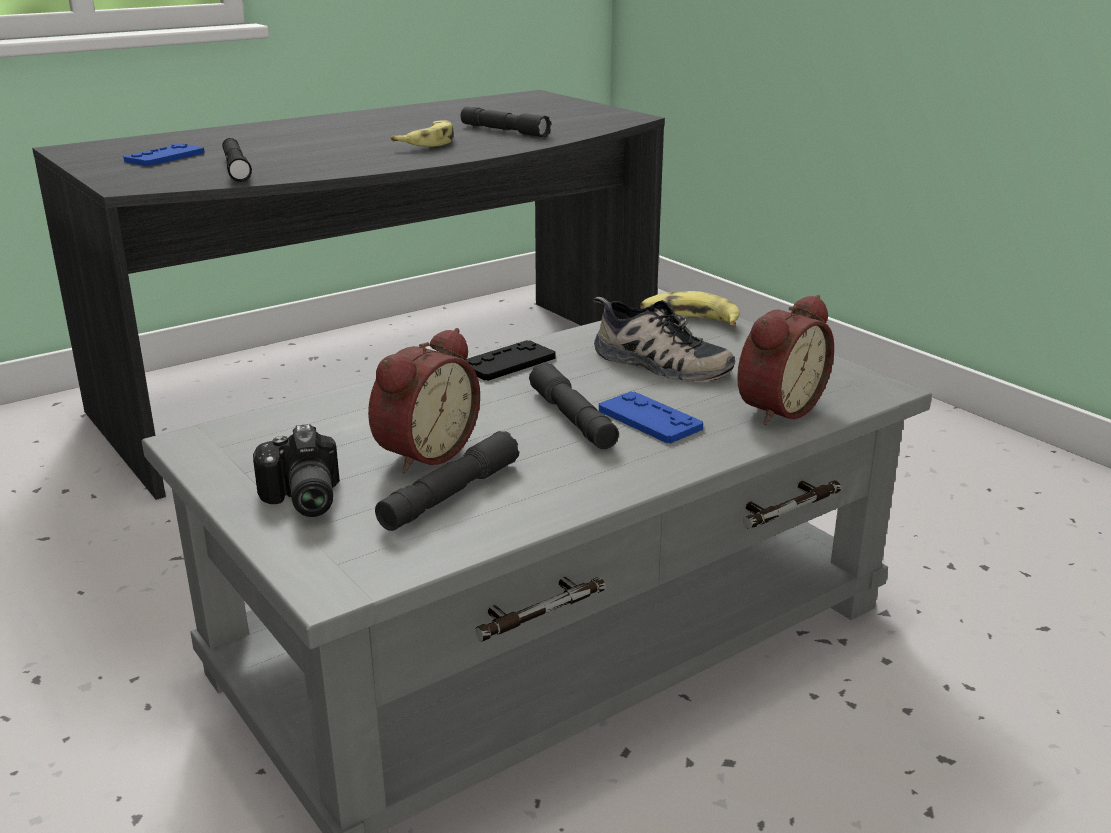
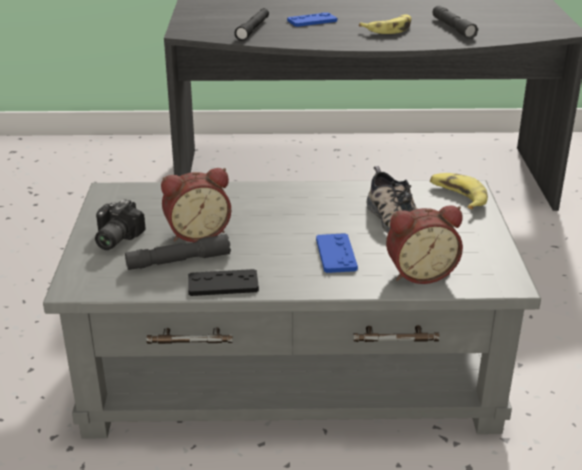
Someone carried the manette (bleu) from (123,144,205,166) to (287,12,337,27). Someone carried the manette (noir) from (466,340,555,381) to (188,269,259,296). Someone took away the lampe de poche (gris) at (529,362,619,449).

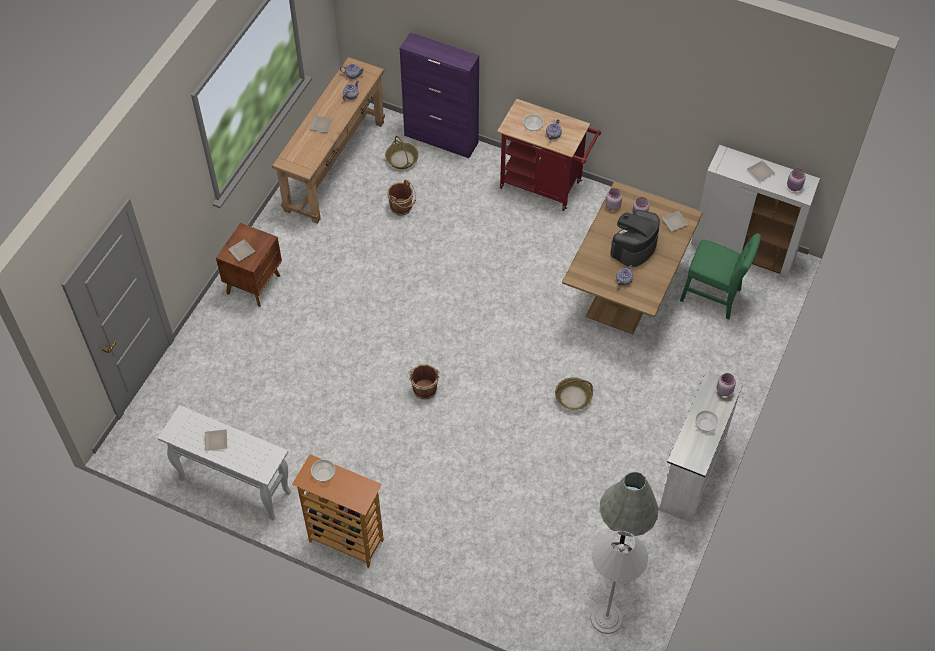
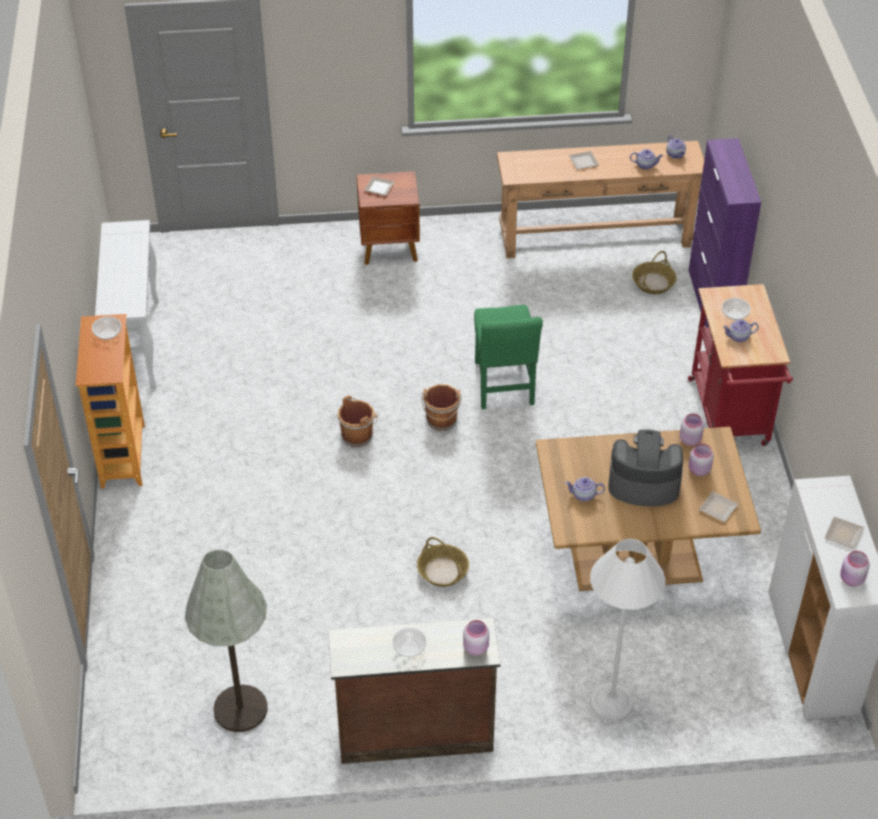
Someone took away the assiette at (205,429,227,451). Someone carried the seau (marron) from (387,179,416,216) to (421,384,462,431). Someone carried the lampadaire (blanc) from (590,531,648,634) to (590,539,666,721). Someone repainted the commode (blanc) at (659,371,743,523), which became the commode (marron) at (328,618,501,764). Someone carried the chaise (vert) from (680,233,761,319) to (474,305,543,409).

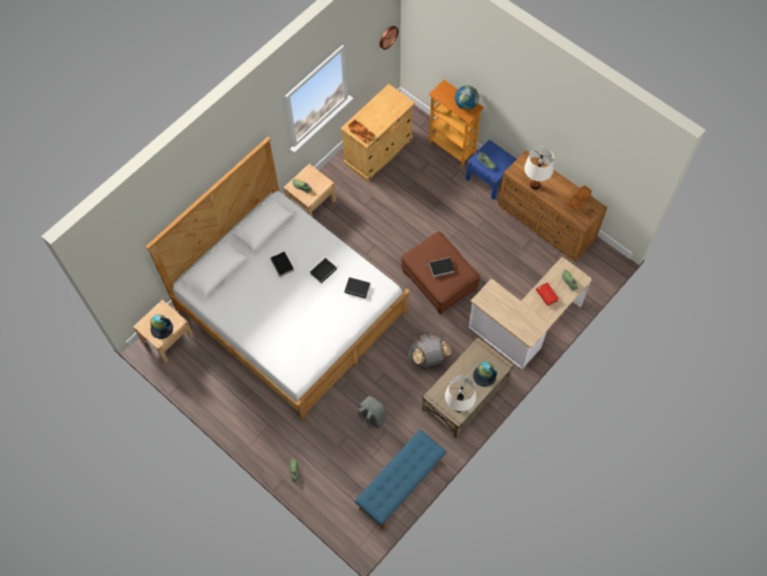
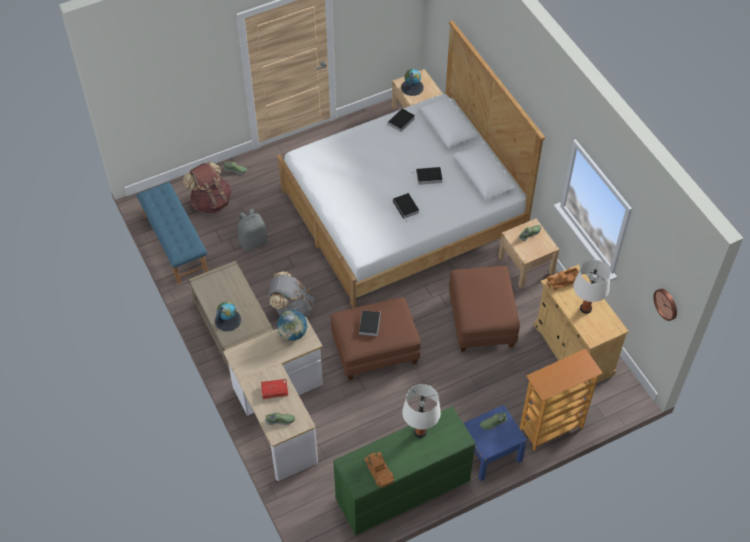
Someone carried the livre from (344,277,370,299) to (386,108,415,132). Someone carried the lampe de table (blanc) from (445,376,476,412) to (573,260,611,314). Someone carried the globe from (455,85,479,110) to (277,310,307,341). Someone repainted the commode (marron) at (498,150,608,262), which became the commode (vert) at (333,406,476,536). Someone put down the sac à dos (marron) at (183,161,231,214). Someone put down the pouf (marron) at (449,266,520,352).

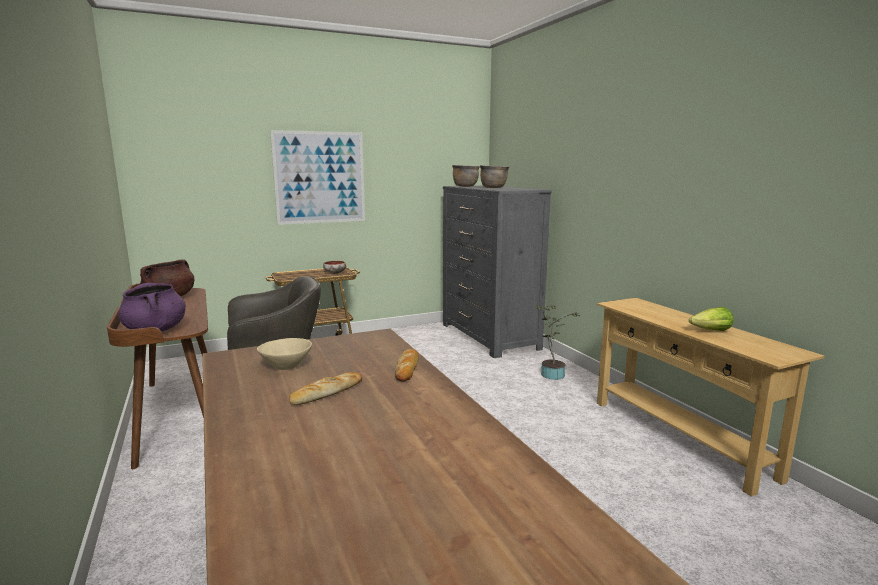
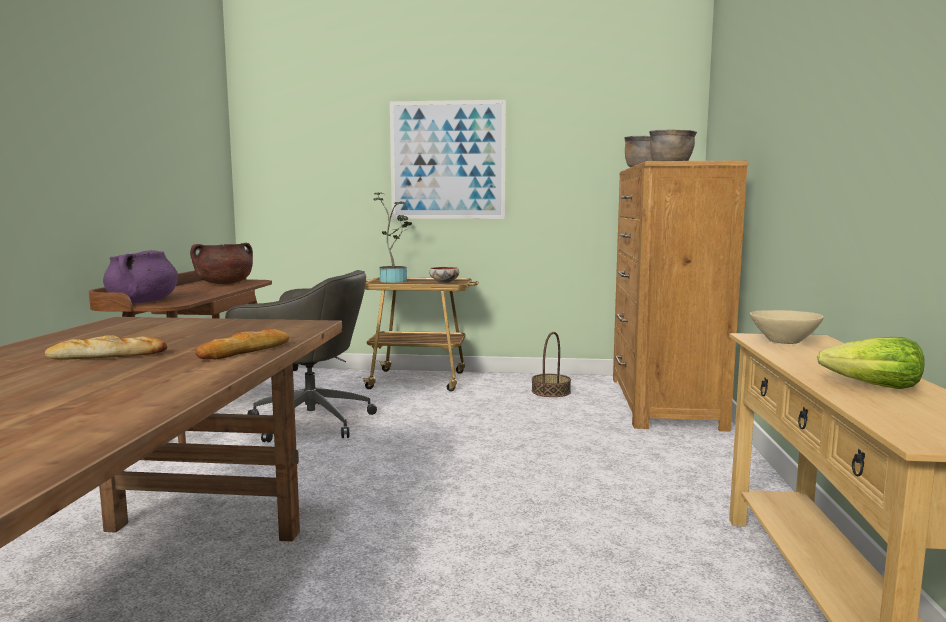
Someone carried the bol (beige) from (257,338,312,370) to (749,310,824,344). Someone repainted the commode (gris) at (443,185,552,358), which became the commode (marron) at (613,160,748,432). Someone carried the plante en pot from (534,304,580,380) to (373,192,412,283). Someone put down the panier at (532,332,571,397).

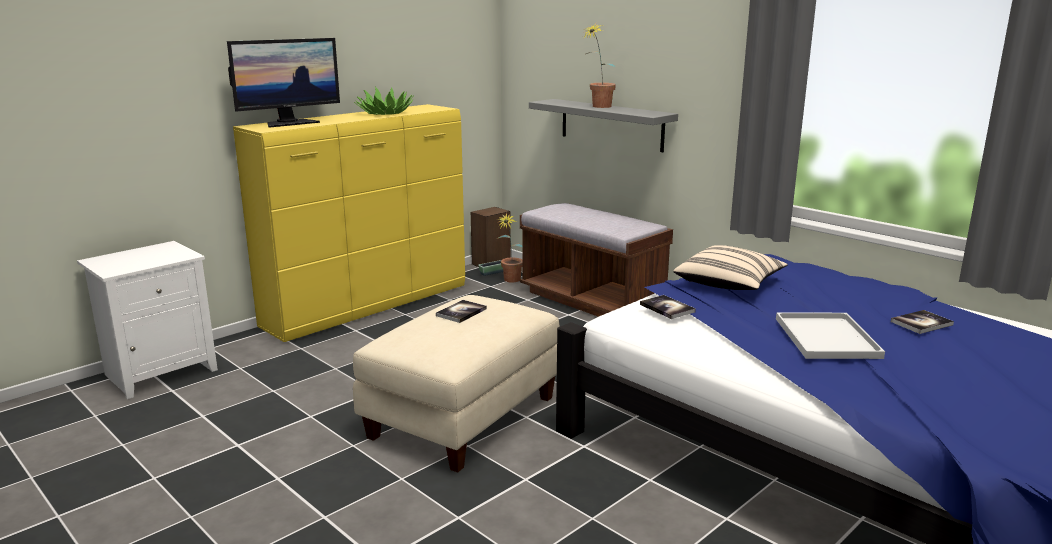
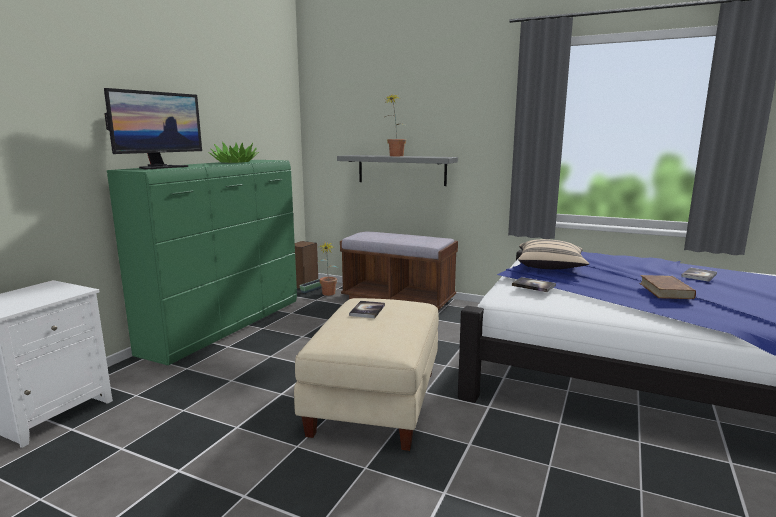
Someone repainted the commode (jaune) at (233,104,465,342), which became the commode (vert) at (107,160,297,365). Someone swapped the plateau (blanc) at (776,312,885,359) for the livre (marron) at (639,275,696,299).

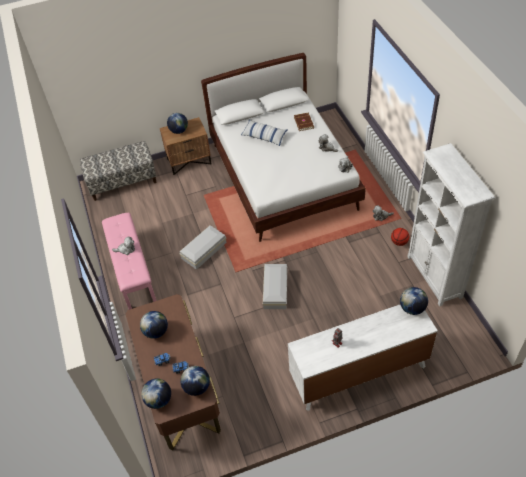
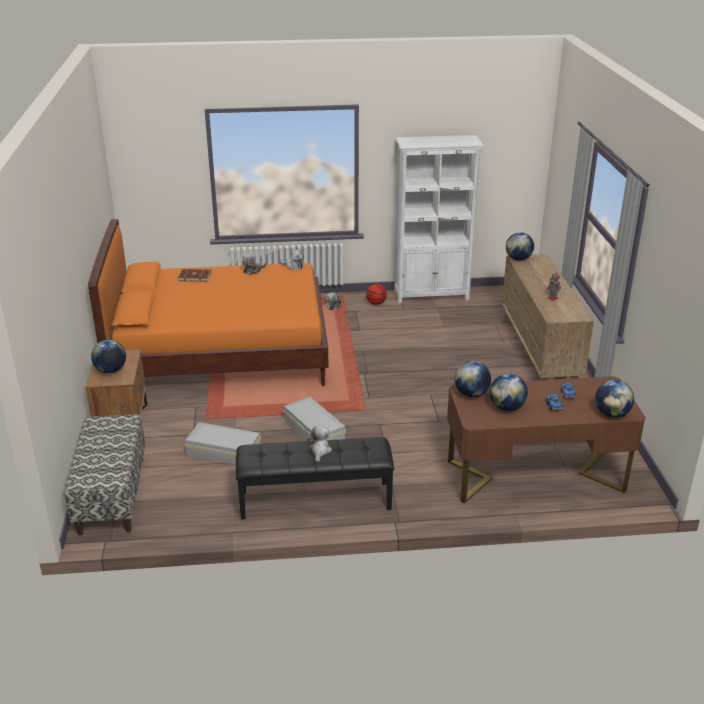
Someone repainted the banc (rose) at (102,213,157,310), which became the banc (noir) at (236,437,394,519). Someone carried the globe from (180,366,210,396) to (454,361,491,397). Someone repainted the lit (blanc) at (201,53,366,242), which became the lit (orange) at (88,219,329,386). Someone took away the coussin at (241,120,287,146). Someone carried the boîte de rangement (blanc) from (263,264,287,309) to (185,422,261,464). Someone repainted the commode (blanc) at (288,305,438,411), which became the commode (marron) at (502,254,594,380).

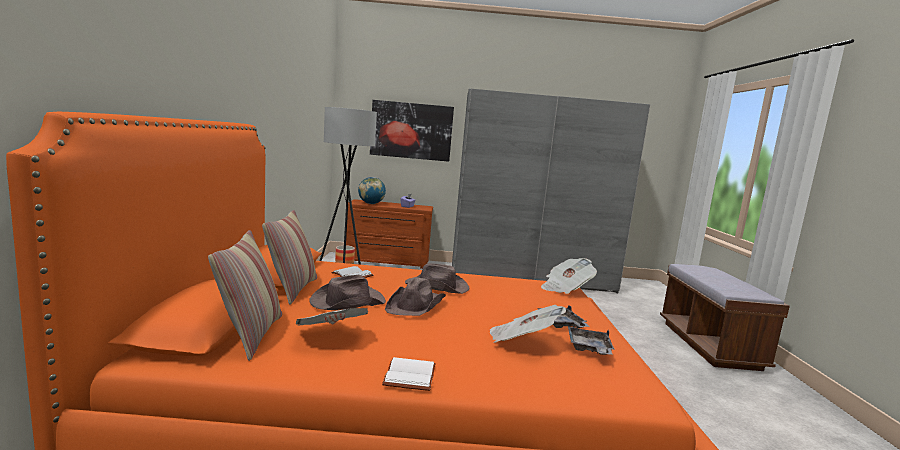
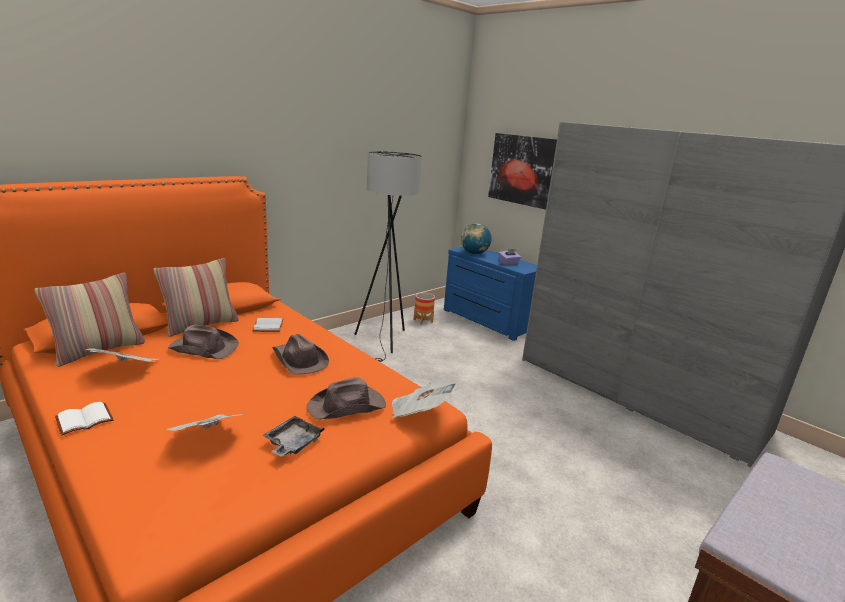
Someone repainted the commode (marron) at (346,199,433,269), which became the commode (bleu) at (444,247,537,341). Someone carried the chapeau (marron) from (385,277,446,316) to (306,377,386,419). Someone took away the plateau (gris) at (568,327,615,355).

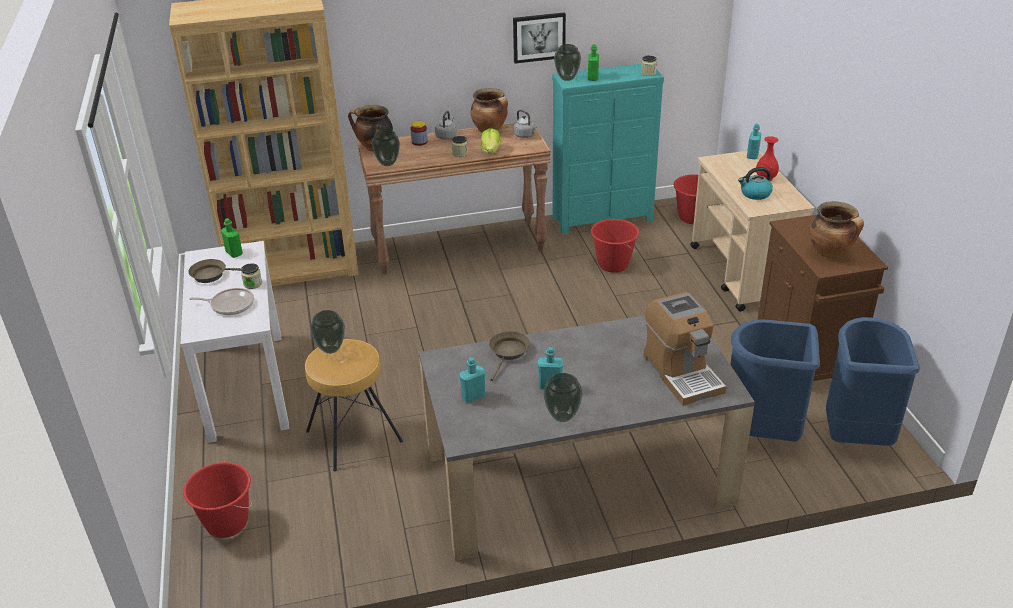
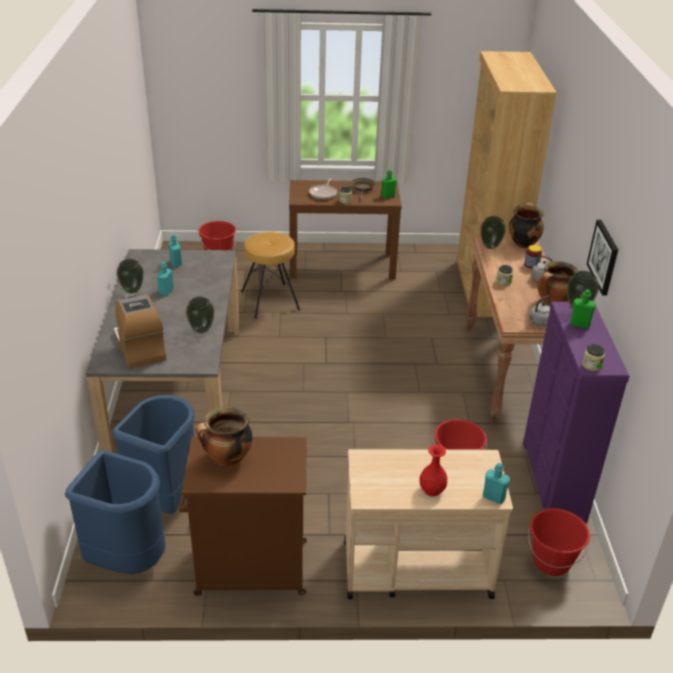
Someone repainted the table console (blanc) at (181,241,289,443), which became the table console (marron) at (289,180,402,280). Someone carried the vase from (310,310,345,354) to (186,297,215,334). Someone took away the laitue at (481,128,501,154). Someone took away the poêle (marron) at (489,331,530,381). Someone repainted the commode (turquoise) at (552,64,664,234), which became the commode (violet) at (523,302,630,523). Someone rotated the machine à café at (643,292,727,406) by 75 degrees clockwise. Someone took away the bouilloire at (738,167,773,200).

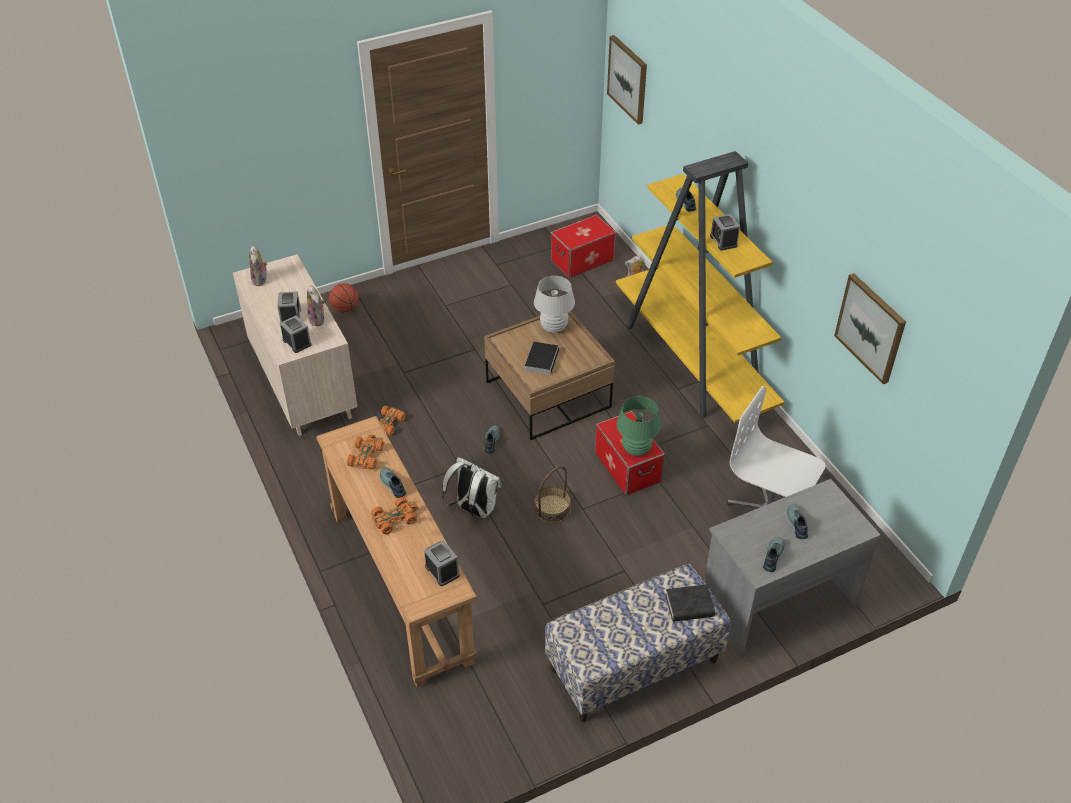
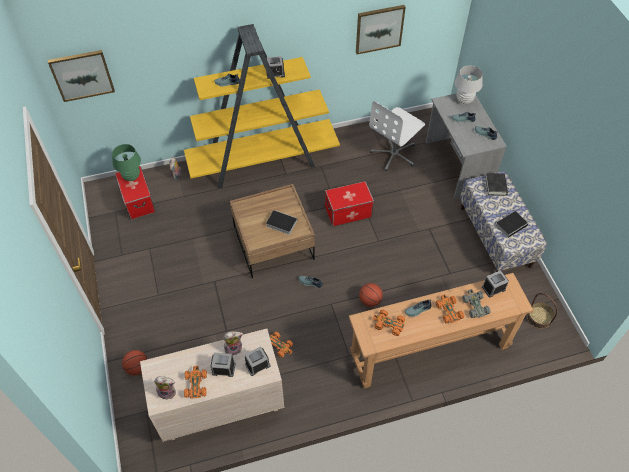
Someone swapped the sac à dos (blanc) at (442,457,502,518) for the ballon de basket at (359,283,383,307). Someone carried the lampe de table (blanc) from (534,276,575,333) to (455,65,483,104). Someone carried the panier from (534,466,571,523) to (526,293,558,329). Someone carried the lampe de table (vert) from (616,396,661,456) to (112,144,141,181). Someone put down the petite voiture (orange) at (184,366,207,398). Someone put down the petite voiture (gris) at (462,289,491,318). Someone put down the livre at (495,211,529,238).

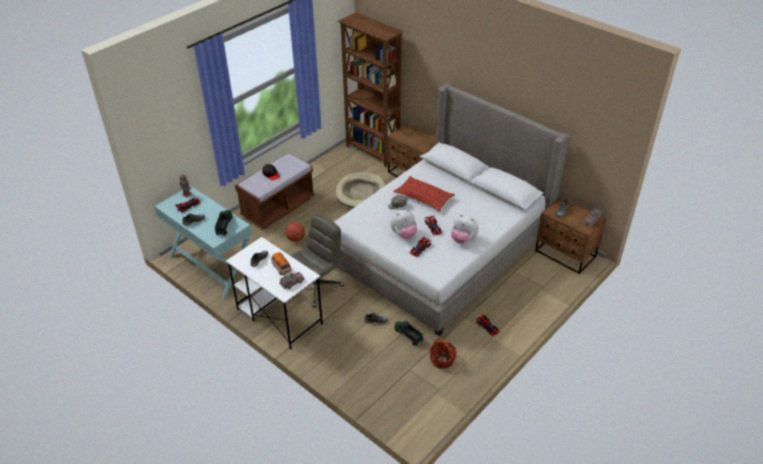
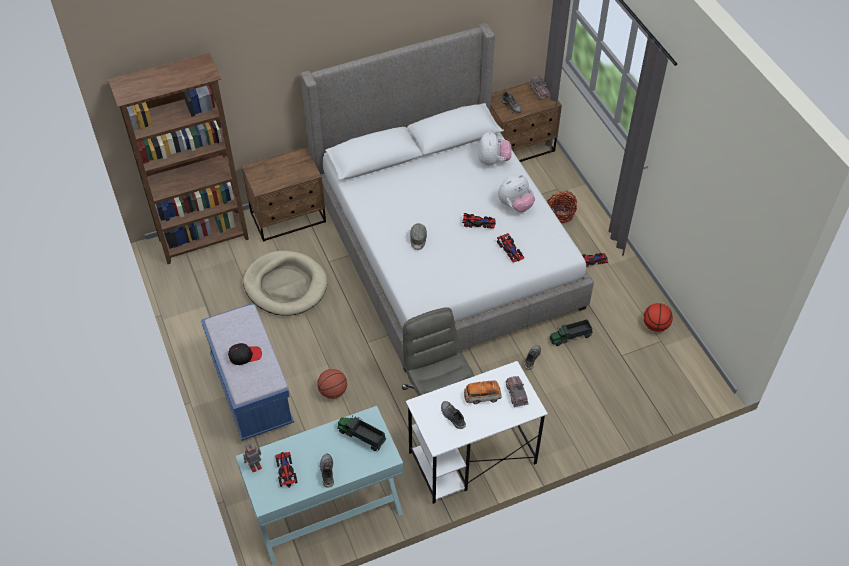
Someone repainted the banc (marron) at (235,153,315,229), which became the banc (bleu) at (201,303,294,441). Someone carried the peluche from (390,210,418,239) to (478,131,512,166). Someone took away the coussin at (393,176,455,211). Someone carried the panier from (429,338,457,369) to (547,191,577,223). Someone put down the ballon de basket at (643,303,673,332).

